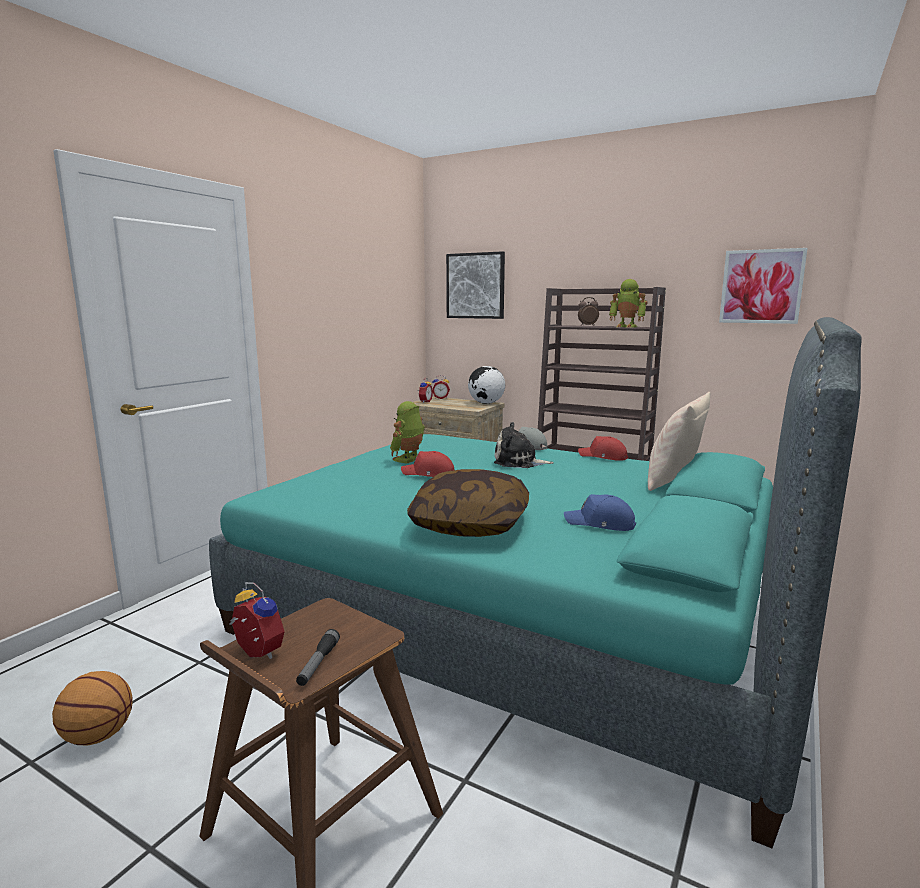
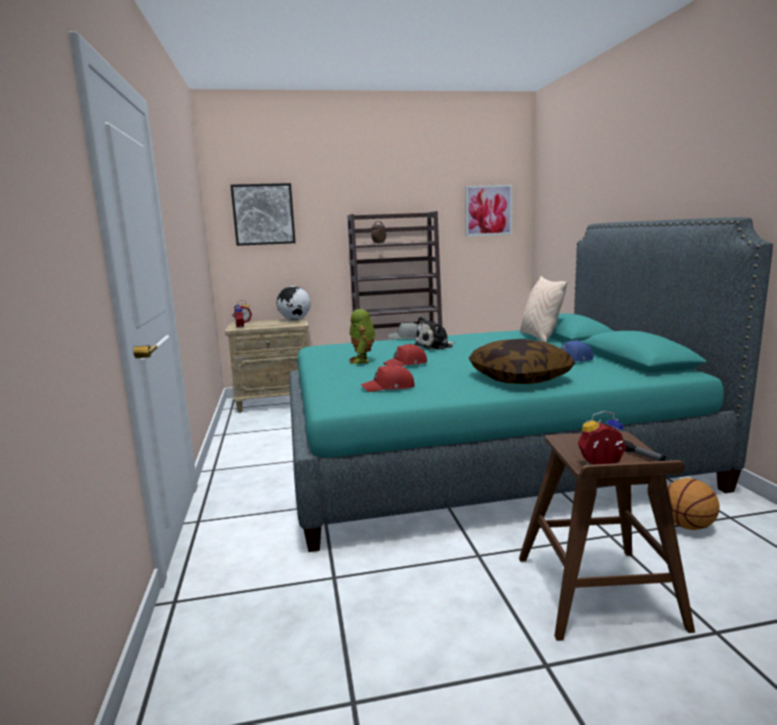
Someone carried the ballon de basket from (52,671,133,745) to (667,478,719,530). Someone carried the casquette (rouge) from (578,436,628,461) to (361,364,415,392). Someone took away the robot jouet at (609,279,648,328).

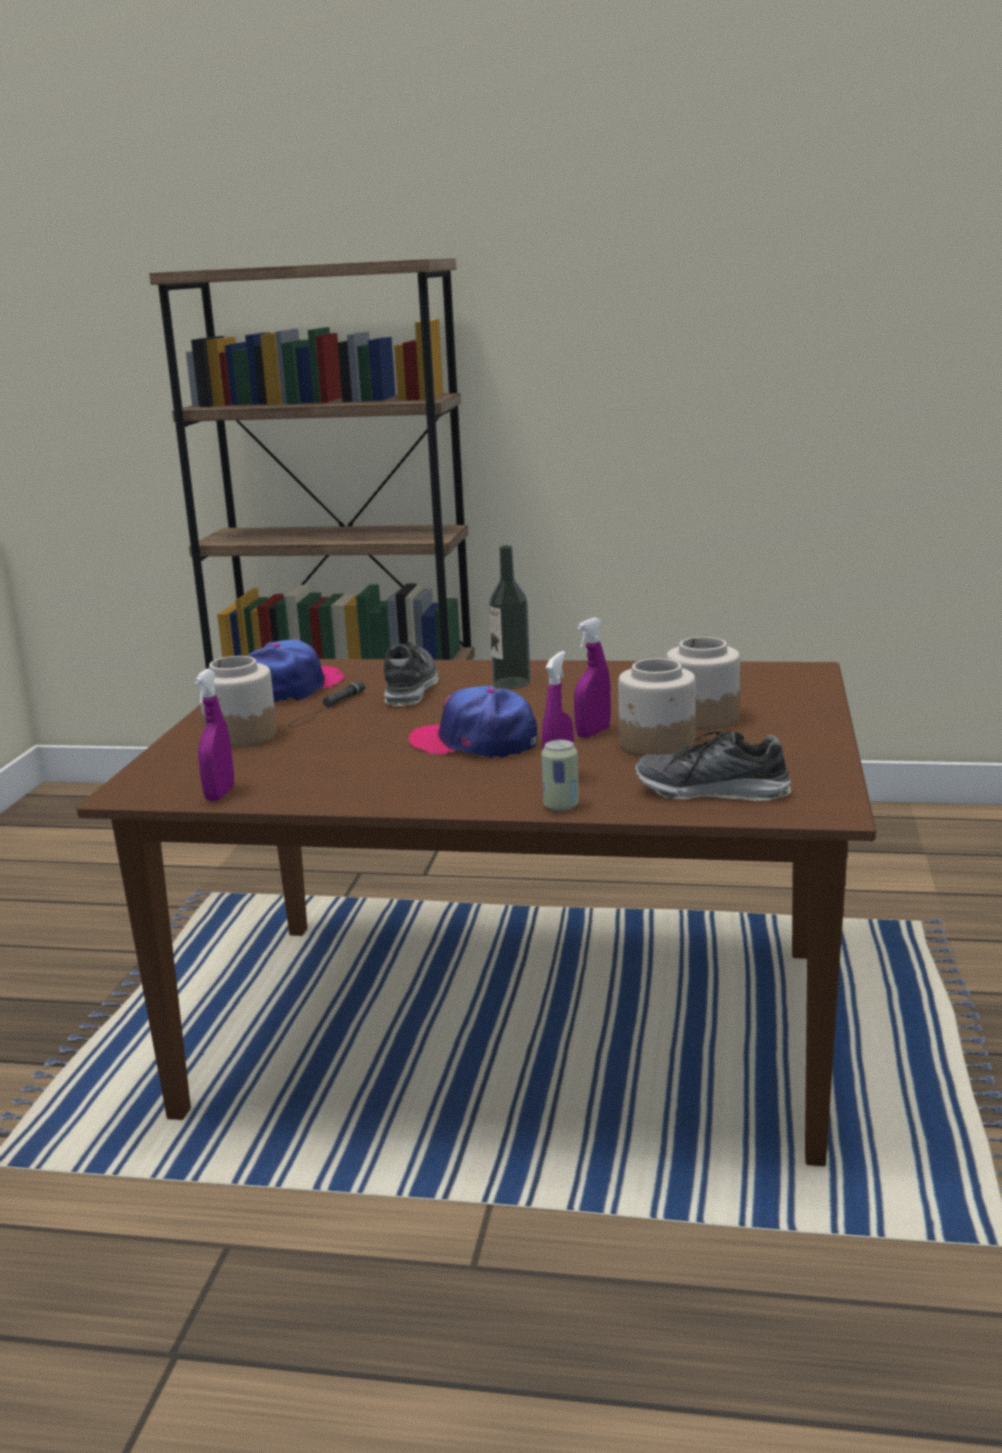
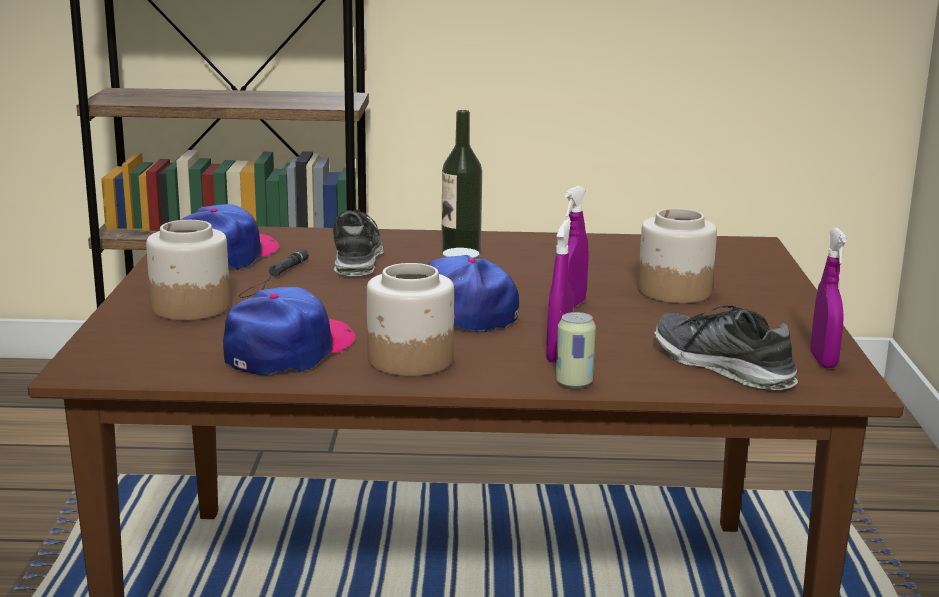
Someone carried the vaporisateur (violet) from (194,669,234,801) to (810,228,847,368). Someone carried the bocal from (618,659,696,756) to (367,263,454,376). Someone rotated the chaussure at (635,731,791,801) by 45 degrees clockwise. Someone put down the casquette at (223,287,356,376).

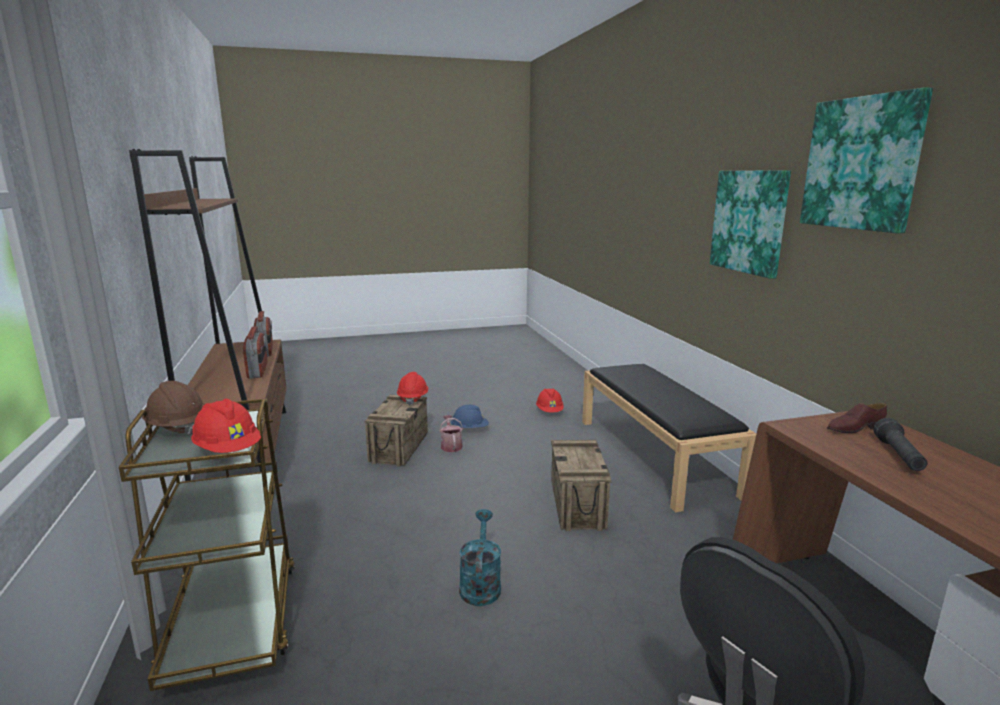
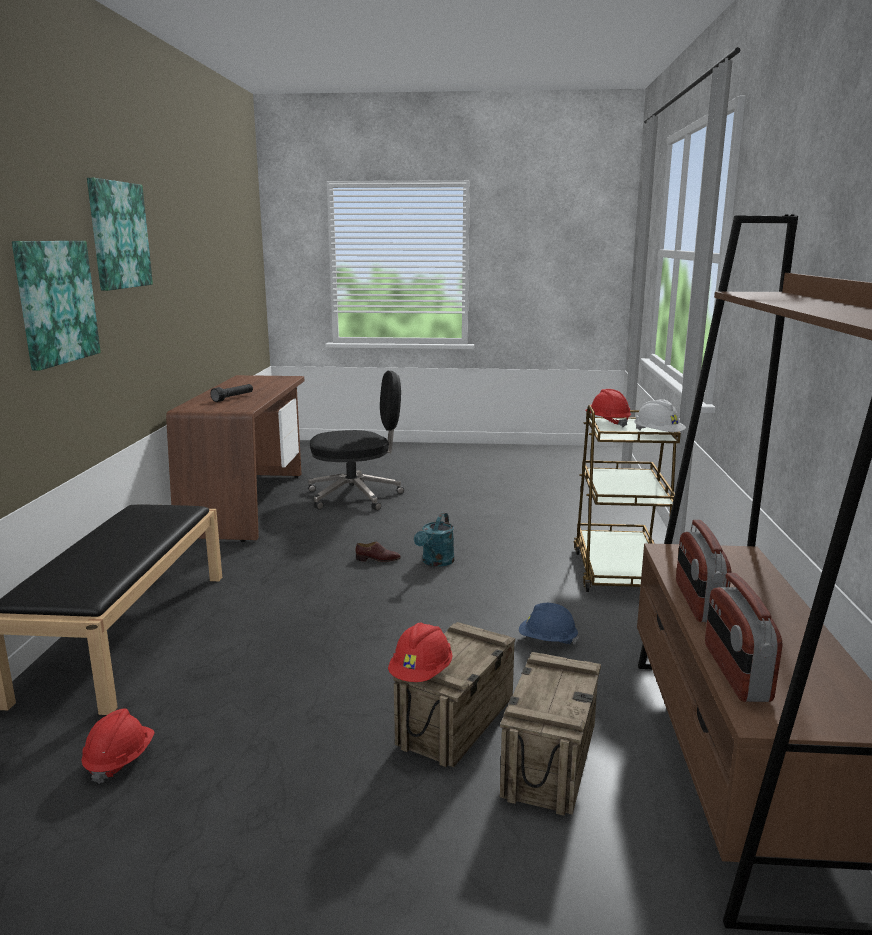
Someone repainted the casque de chantier (marron) at (142,381,205,435), which became the casque de chantier (blanc) at (634,399,686,432). Someone took away the arrosoir at (439,415,463,452). Someone carried the casque de chantier (bleu) from (451,405,489,428) to (519,603,579,644). Someone carried the caisse from (551,440,612,531) to (500,652,601,816). Someone carried the chaussure (marron) from (827,403,887,433) to (355,542,401,562).

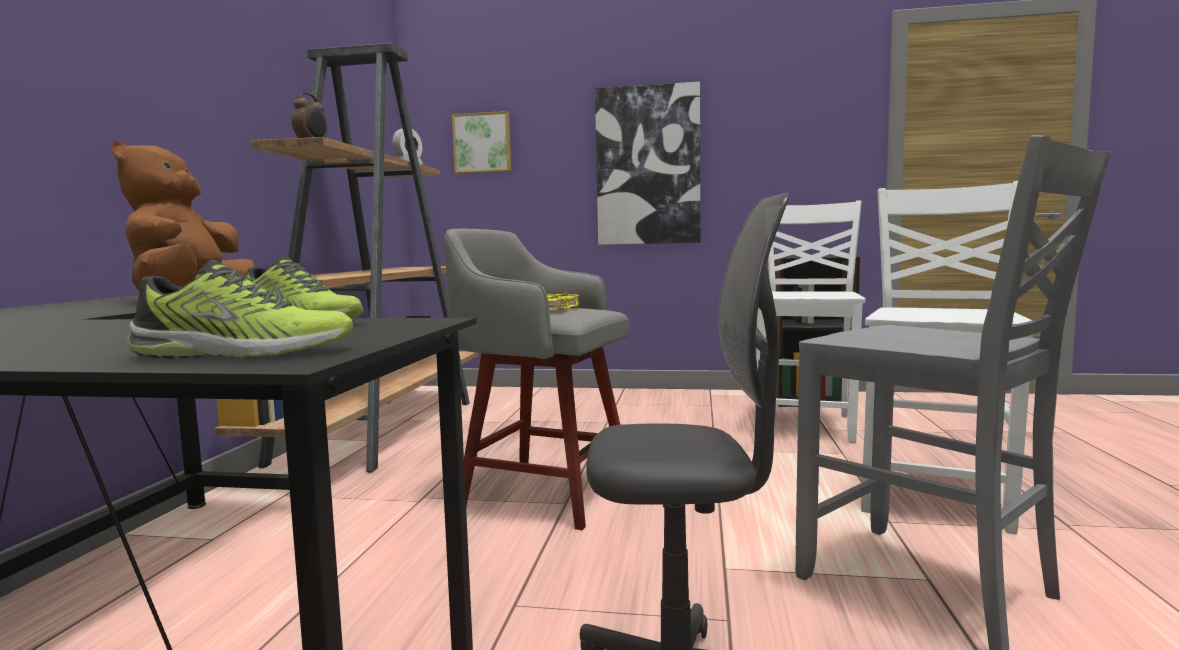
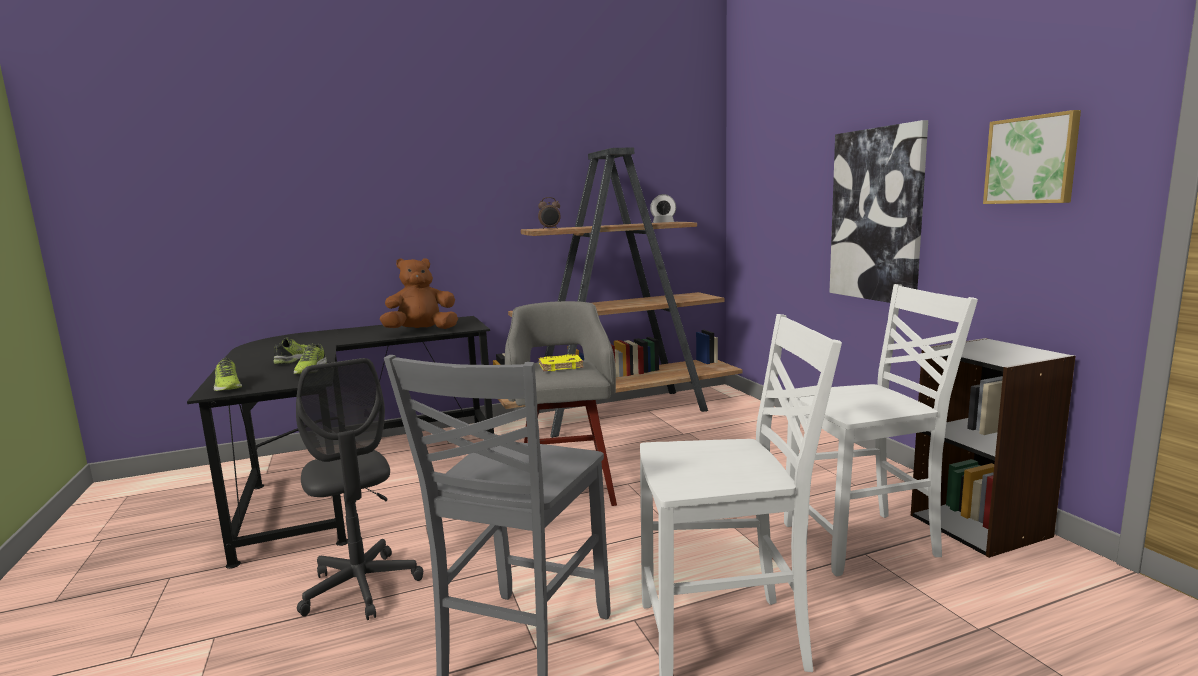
Someone carried the tableau from (452,111,511,173) to (983,110,1081,204). Someone put down the chaussure at (274,337,307,364).

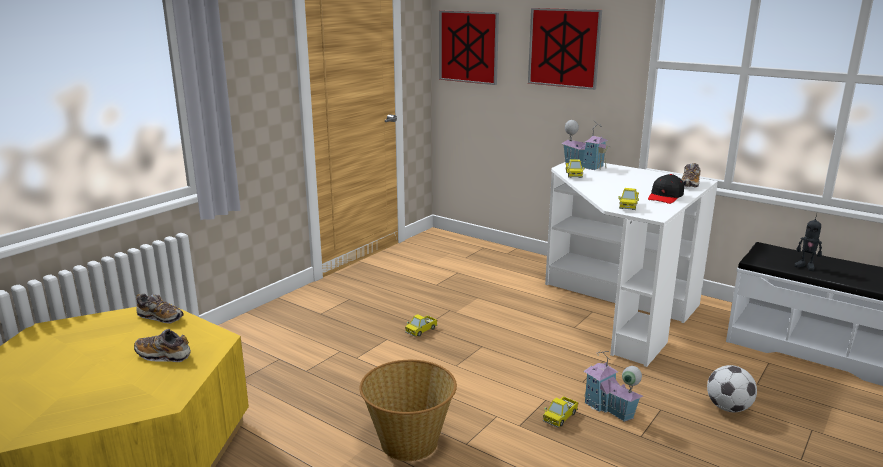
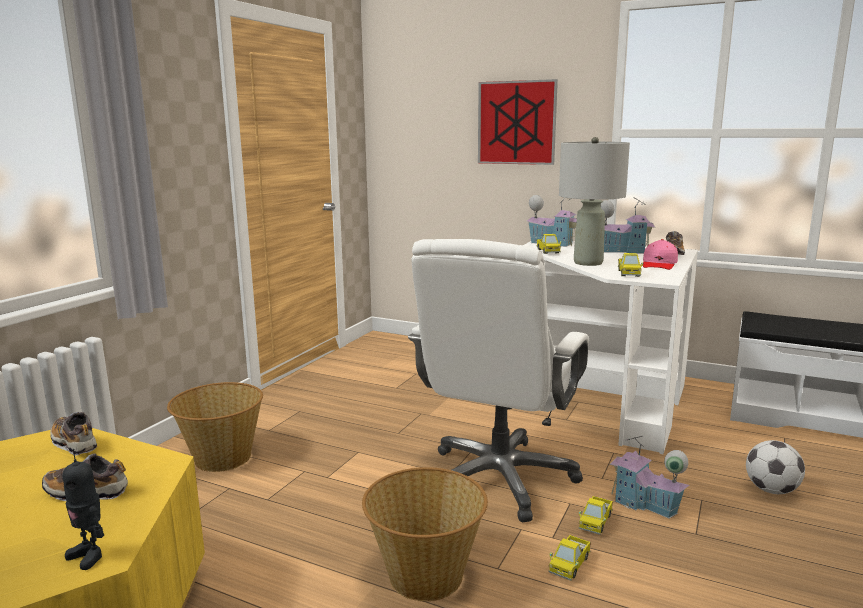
Someone rotated the chaussure at (136,294,184,324) by 150 degrees counterclockwise. Someone carried the camion jouet from (405,314,437,337) to (548,535,591,581). Someone took away the tableau at (439,11,499,85). Someone repainted the casquette (noir) at (648,174,684,204), which became the casquette (rose) at (643,239,678,270). Someone carried the robot jouet from (794,213,822,271) to (62,449,104,570). Someone put down the panier at (167,382,263,472). Someone put down the chaise de bureau (blanc) at (408,239,589,522). Someone put down the lampe de table (gris) at (559,137,630,266). Someone put down the maison miniature at (600,197,655,254).

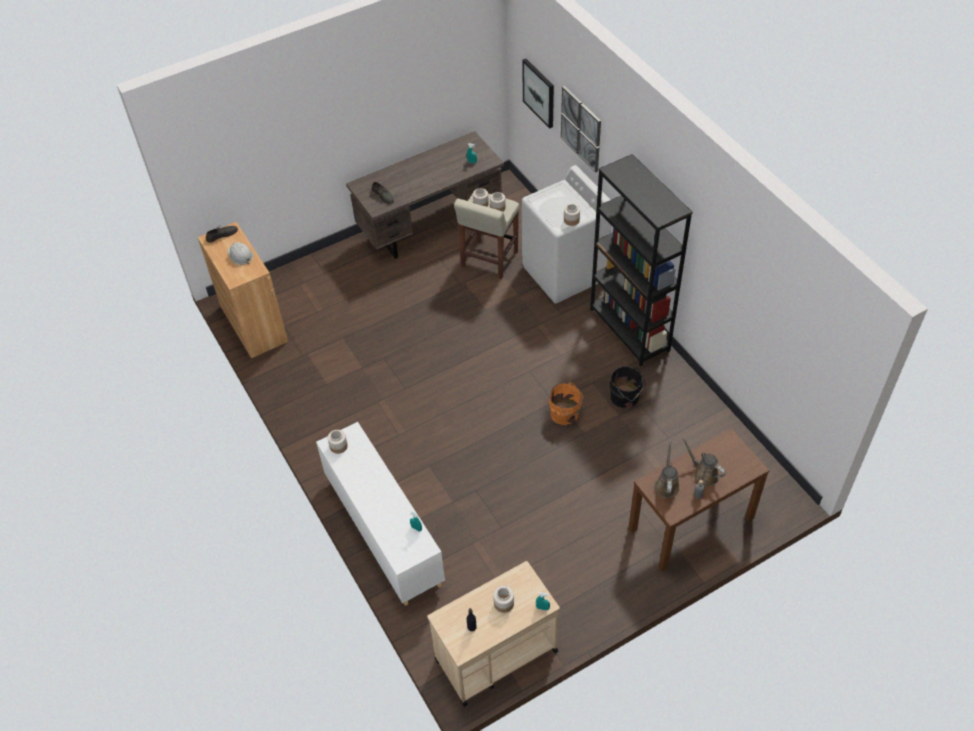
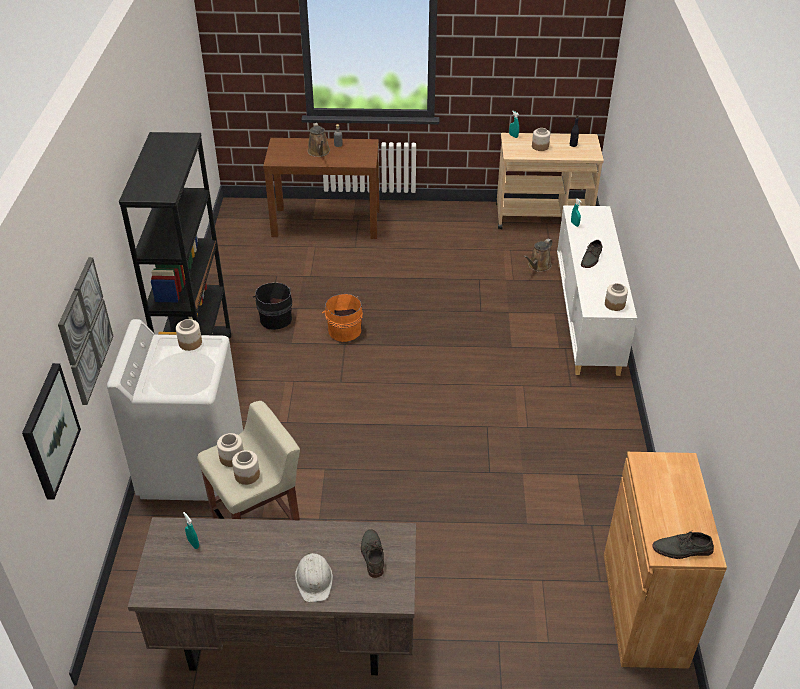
Someone carried the casque de chantier (blanc) from (227,242,253,265) to (295,552,333,602). Someone carried the arrosoir (marron) from (654,439,680,498) to (524,239,552,272). Someone put down the chaussure (gris) at (581,240,602,268).

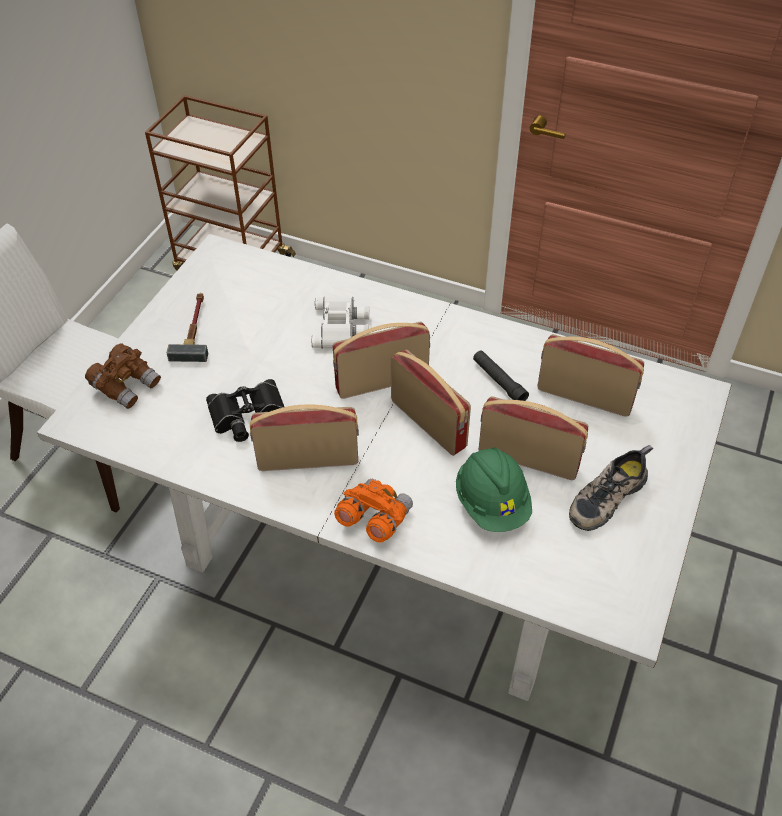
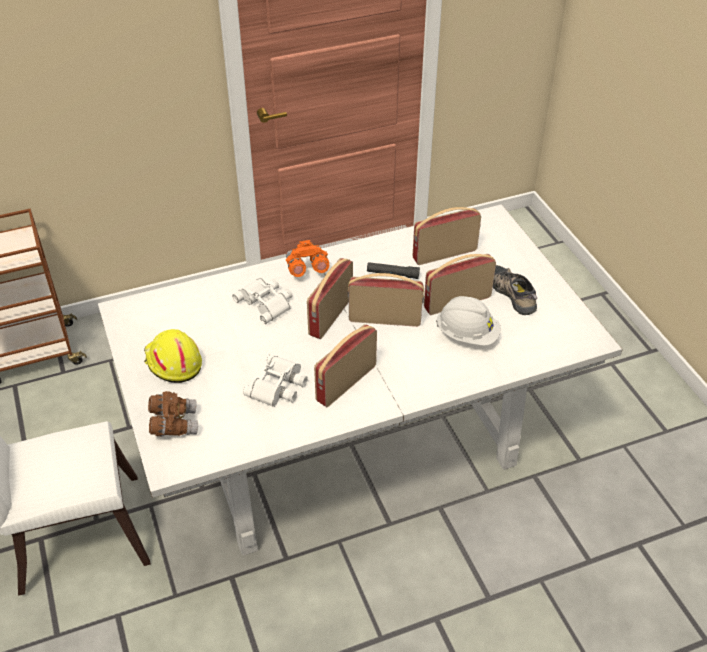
Someone swapped the marteau at (167,293,208,362) for the casque de chantier (jaune) at (144,329,202,383). Someone repainted the jumelles (noir) at (206,379,284,442), which became the jumelles (blanc) at (243,354,308,407). Someone carried the jumelles (orange) from (334,479,413,543) to (286,240,329,277). Someone repainted the casque de chantier (vert) at (456,448,532,532), which became the casque de chantier (blanc) at (436,296,501,346). Someone rotated the chaussure at (569,445,653,531) by 150 degrees clockwise.

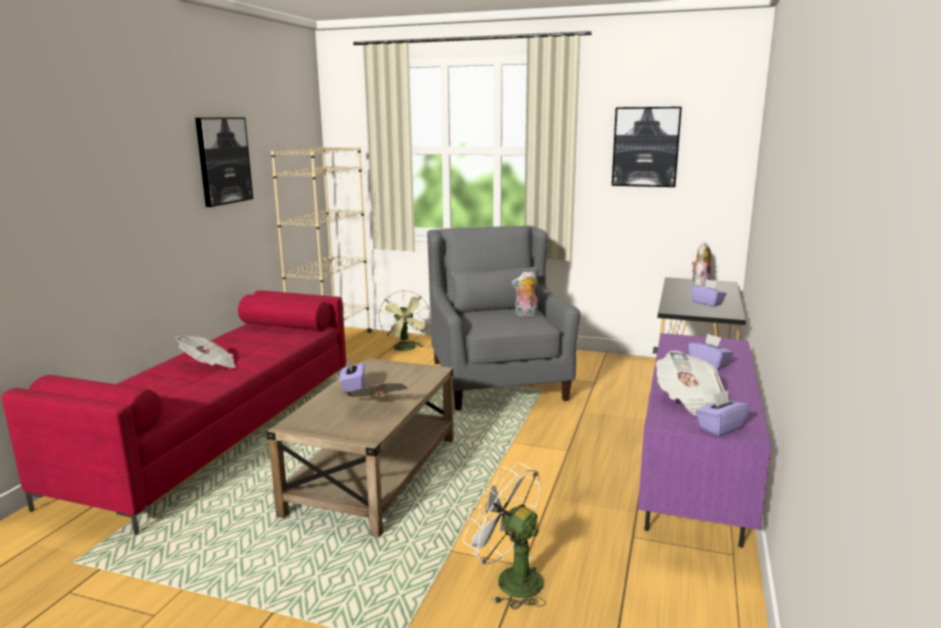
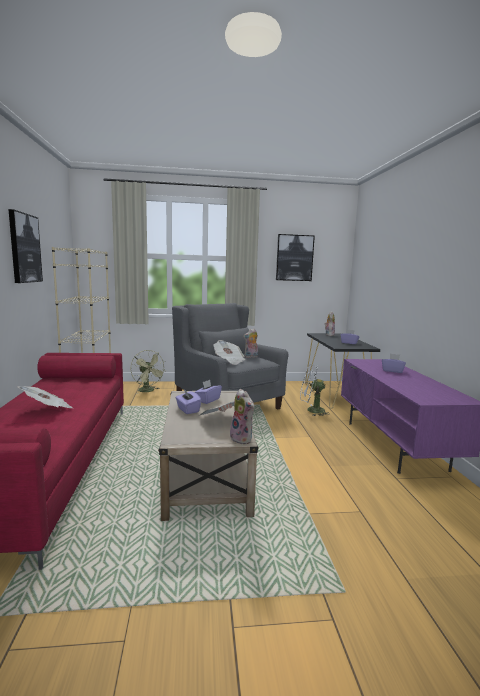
Someone carried the ventilateur (blanc) from (463,462,546,609) to (300,364,328,416). Someone carried the journal from (656,351,725,416) to (213,340,245,365). Someone carried the boîte à mouchoirs (violet) from (696,390,750,436) to (195,380,222,404). Someone put down the peluche at (230,389,254,444).

